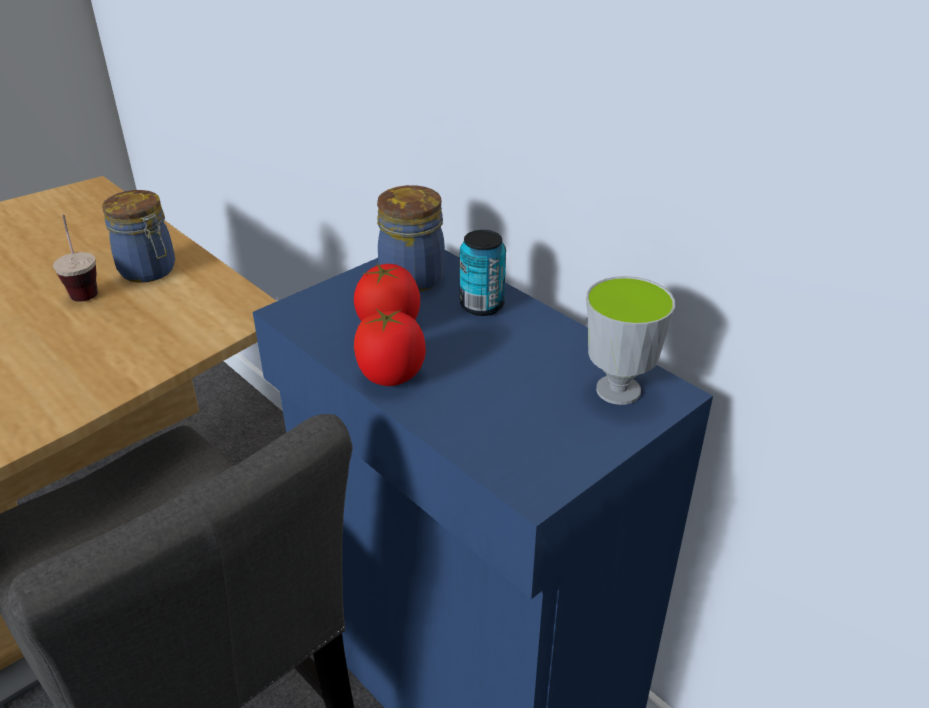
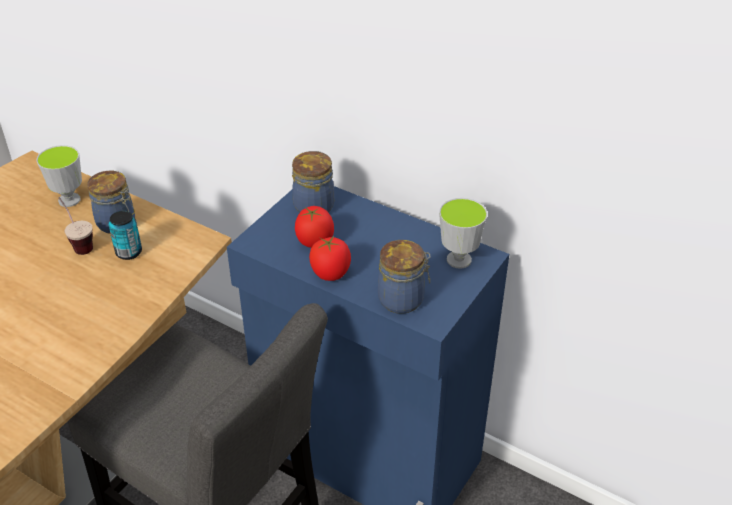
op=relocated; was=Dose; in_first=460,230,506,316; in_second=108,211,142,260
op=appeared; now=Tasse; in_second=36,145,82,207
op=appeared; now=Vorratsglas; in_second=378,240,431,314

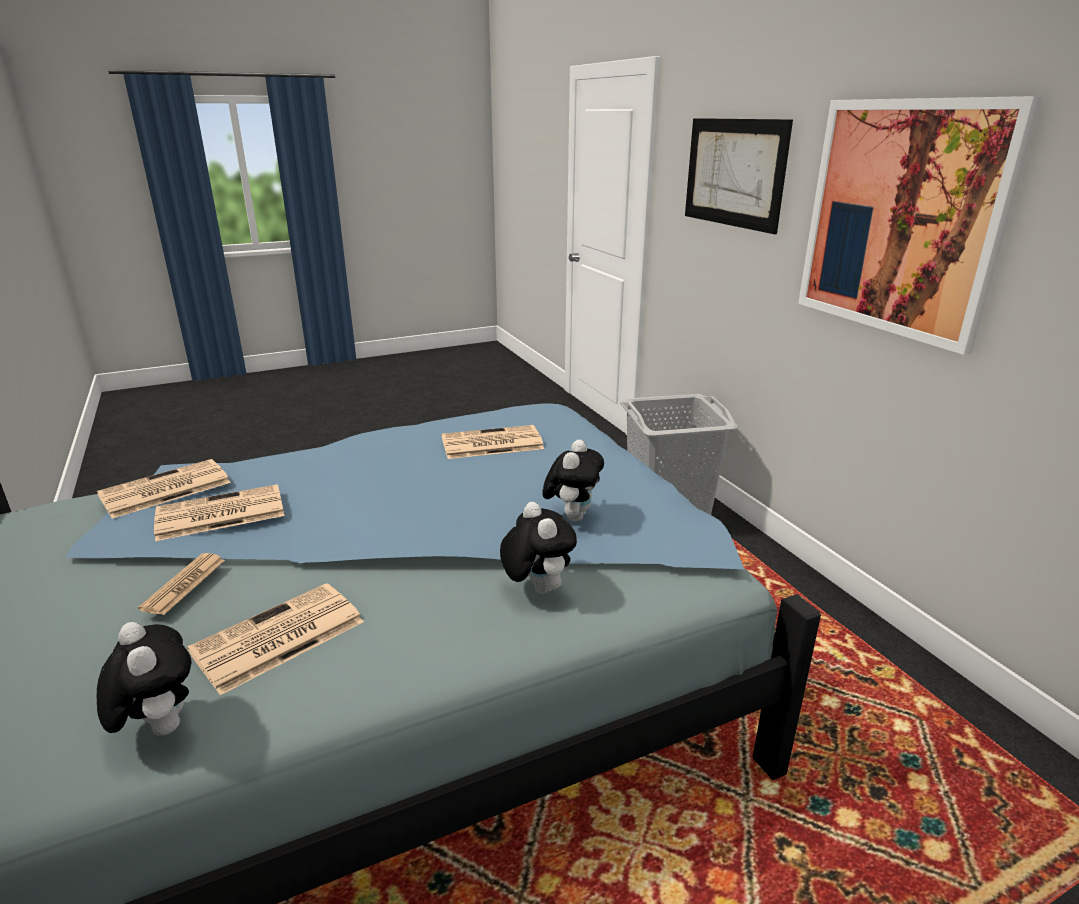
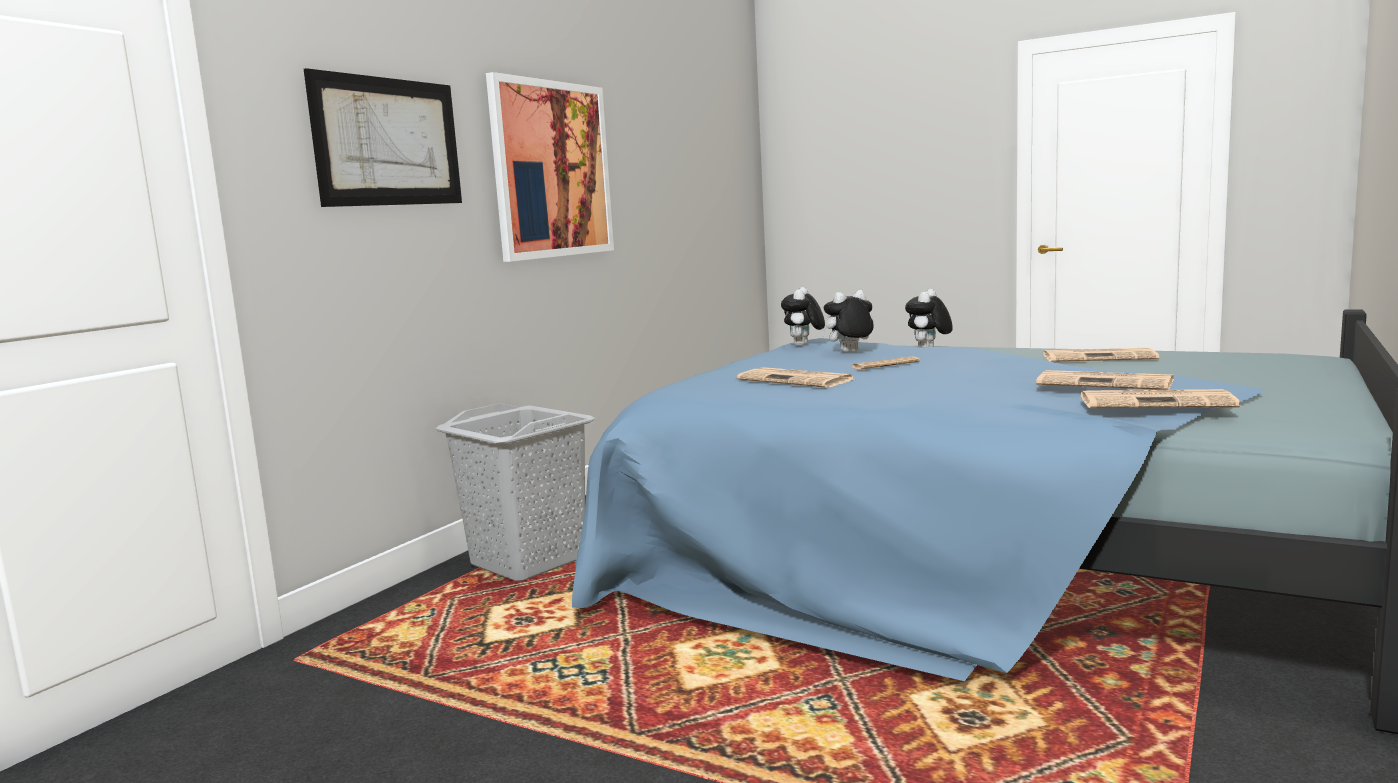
op=relocated; was=Plüschtier; in_first=97,622,191,736; in_second=781,287,825,346
op=relocated; was=Zeitung; in_first=138,553,225,615; in_second=852,356,920,370

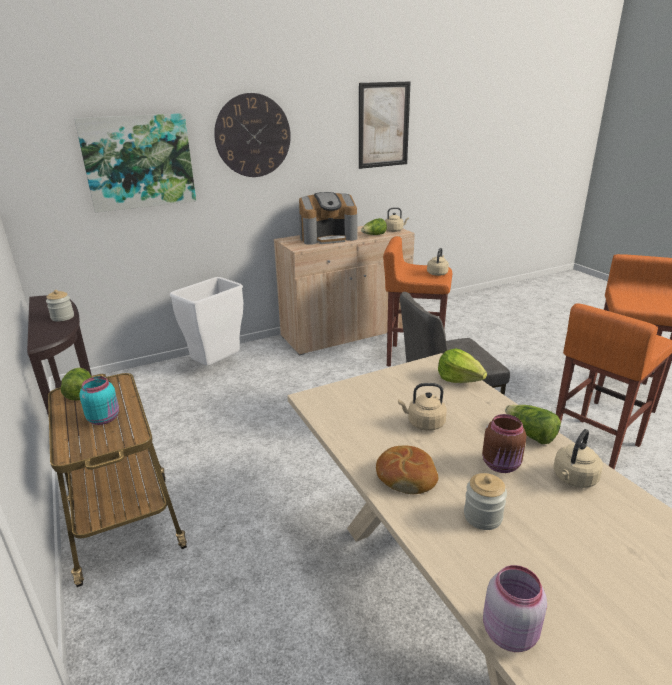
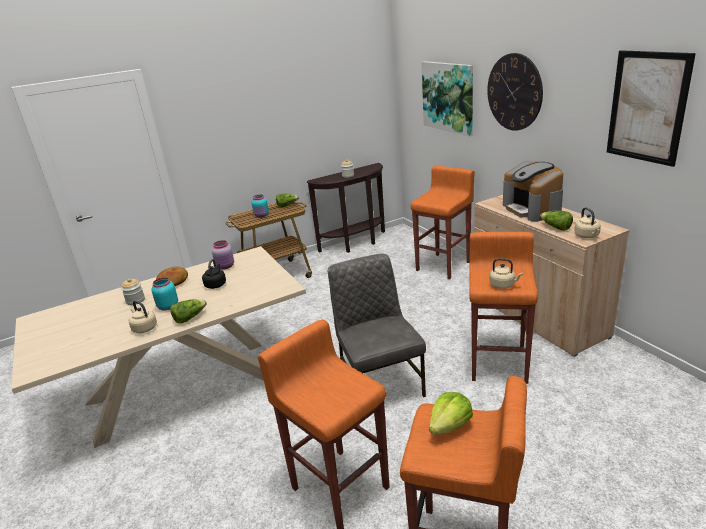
op=exchanged; was=Mülleimer/weiß; now=Hocker/orange; in_first=170,277,243,365; in_second=411,166,475,279
op=colour; was=Wasserkessel/beige; now=Wasserkessel/schwarz; in_first=398,383,447,431; in_second=202,259,226,289
op=relocated; was=Salatkopf; in_first=438,348,487,383; in_second=429,392,473,435
op=colour; was=Vorratsglas/braun; now=Vorratsglas/türkis; in_first=482,414,526,473; in_second=151,278,178,311
op=relocated; was=Vorratsglas/rosa; in_first=483,565,547,652; in_second=212,240,234,270

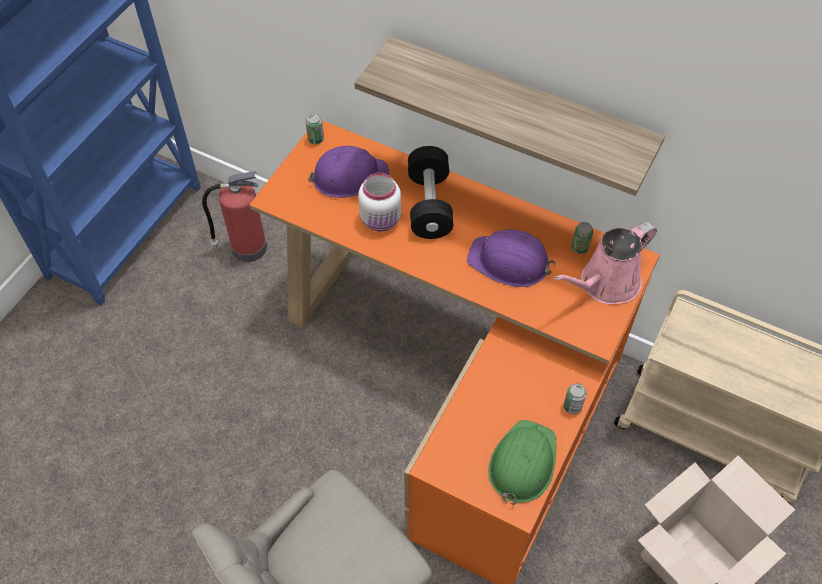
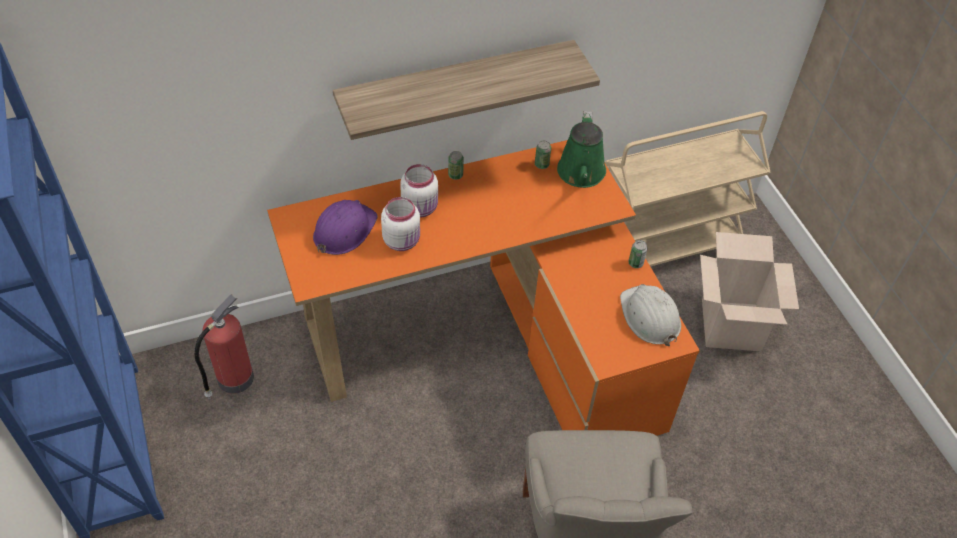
op=relocated; was=Dose; in_first=306,113,324,145; in_second=448,151,464,180
op=exchanged; was=Hantel/schwarz; now=Vorratsglas/weiß; in_first=408,146,453,239; in_second=400,164,438,218
op=missing; was=Schutzhelm/lila; in_first=467,229,556,287
op=colour; was=Schutzhelm/grün; now=Schutzhelm/weiß; in_first=488,420,556,505; in_second=620,284,681,346
op=colour; was=Gießkanne/rosa; now=Gießkanne/grün; in_first=554,222,657,304; in_second=557,111,606,188

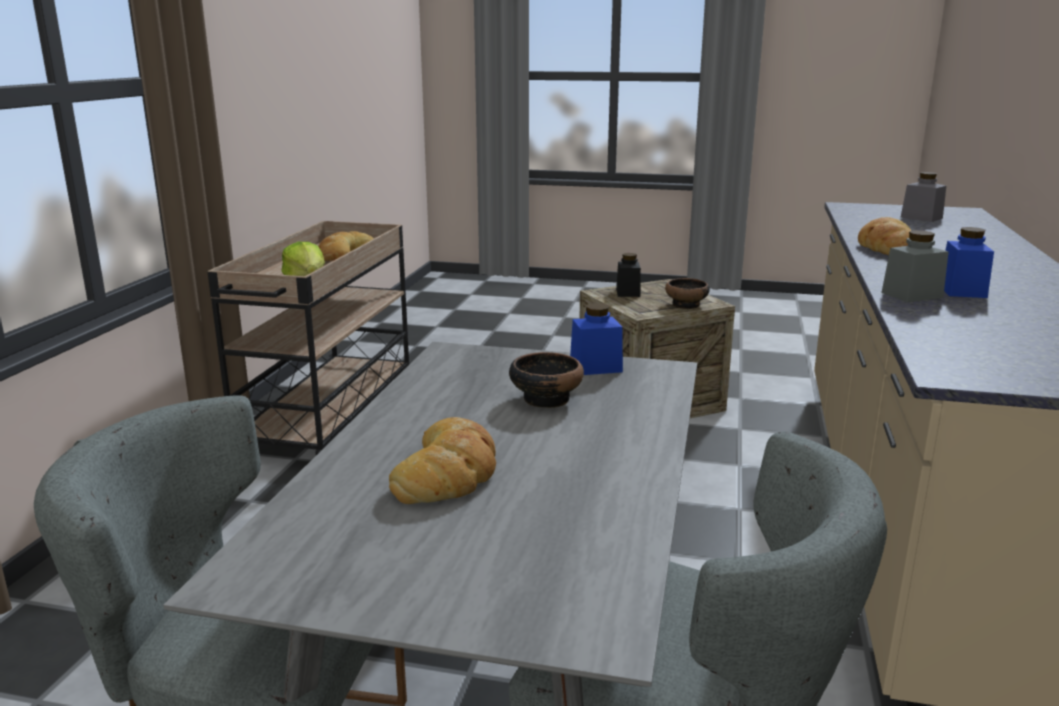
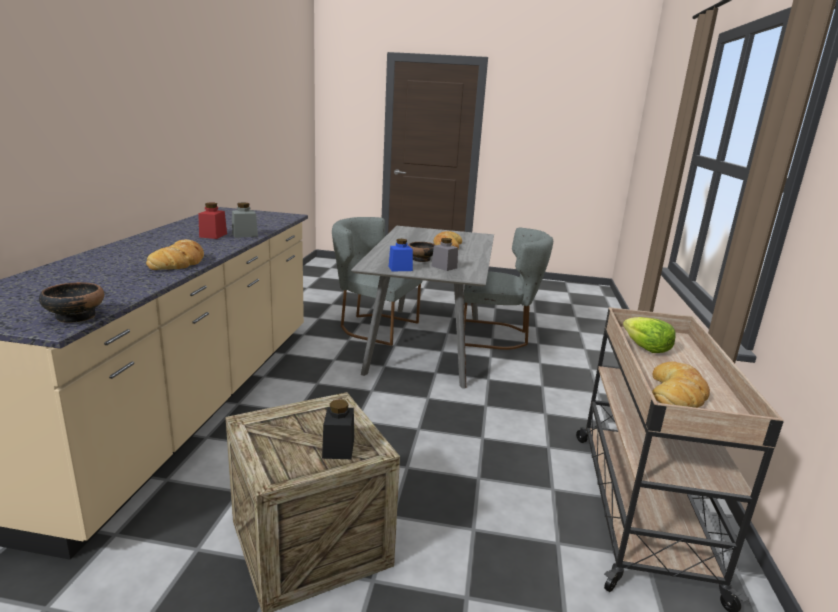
op=relocated; was=Schüssel; in_first=665,278,710,309; in_second=39,282,104,323
op=relocated; was=Vorratsglas/grau; in_first=901,172,946,222; in_second=432,238,458,271
op=colour; was=Vorratsglas/blau; now=Vorratsglas/rot; in_first=944,227,994,298; in_second=198,203,227,239

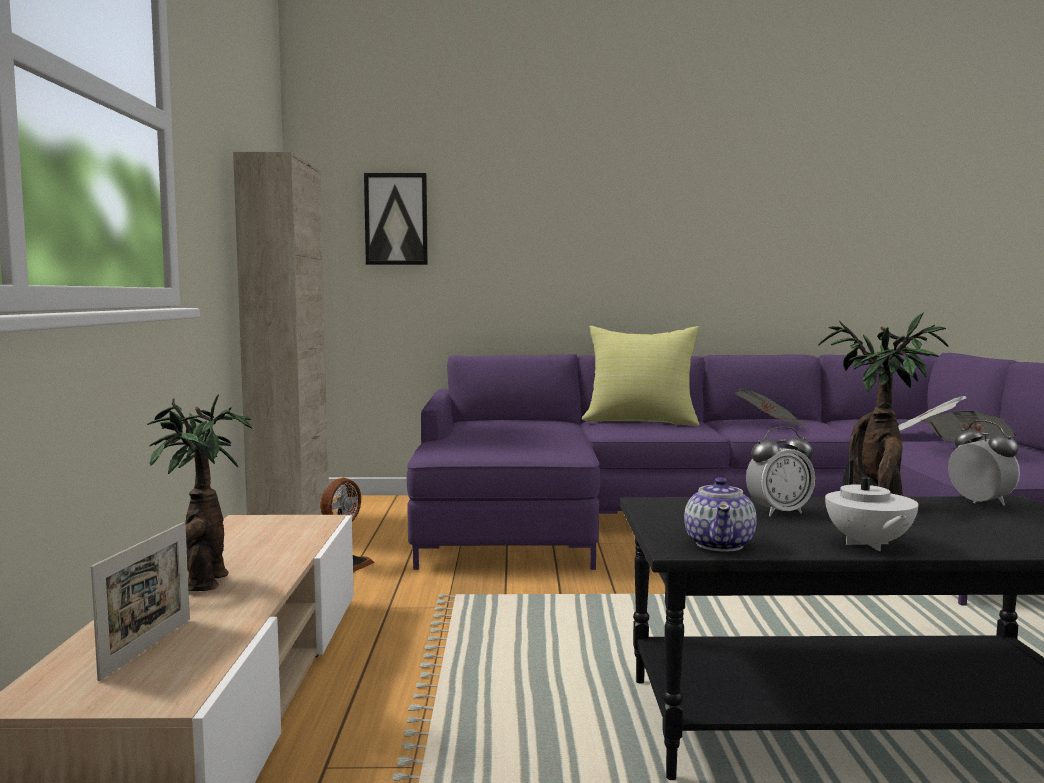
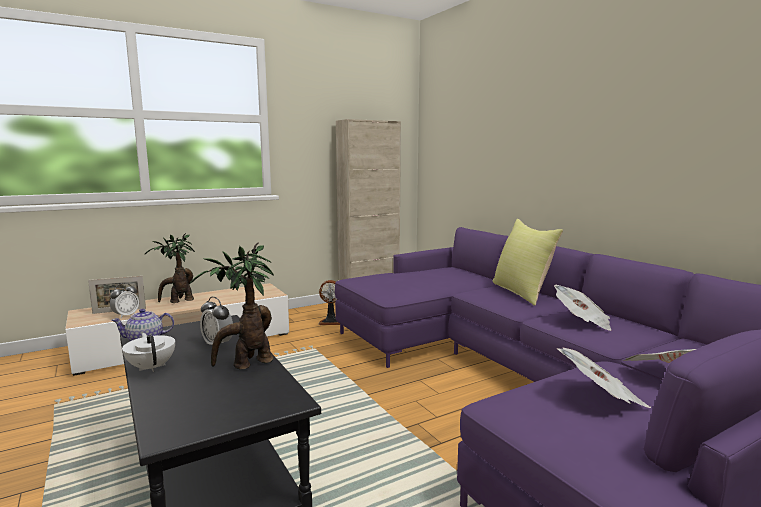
op=missing; was=Bild; in_first=364,173,428,265
op=spun; was=Teekanne/weiß; in_first=825,461,919,551; in_second=122,333,175,372; clockwise=90
op=relocated; was=Wecker; in_first=948,420,1020,506; in_second=110,283,139,318

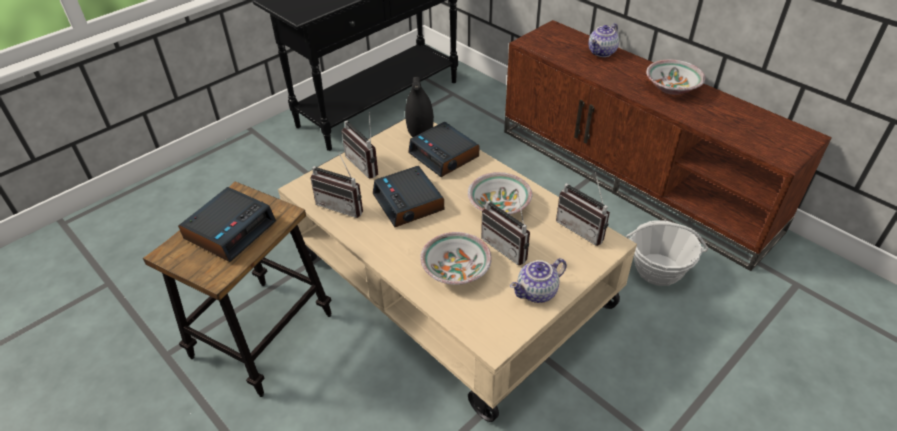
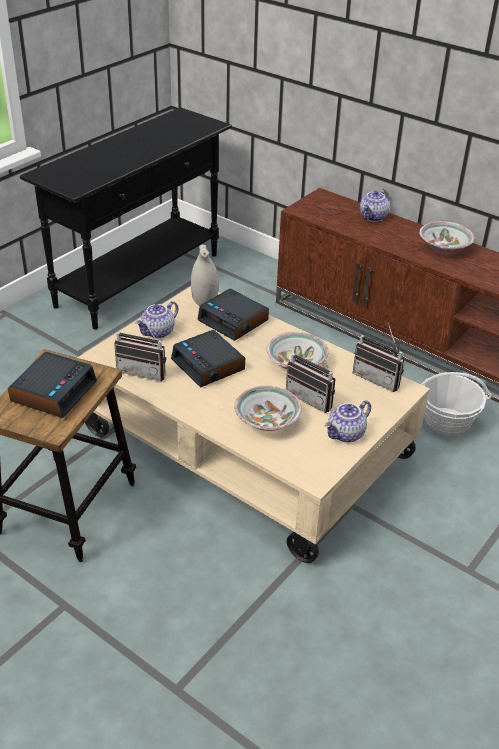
op=exchanged; was=Radio; now=Teekanne; in_first=342,112,378,179; in_second=135,301,178,339
op=colour; was=Vase/schwarz; now=Vase/weiß; in_first=405,77,434,137; in_second=191,245,219,306

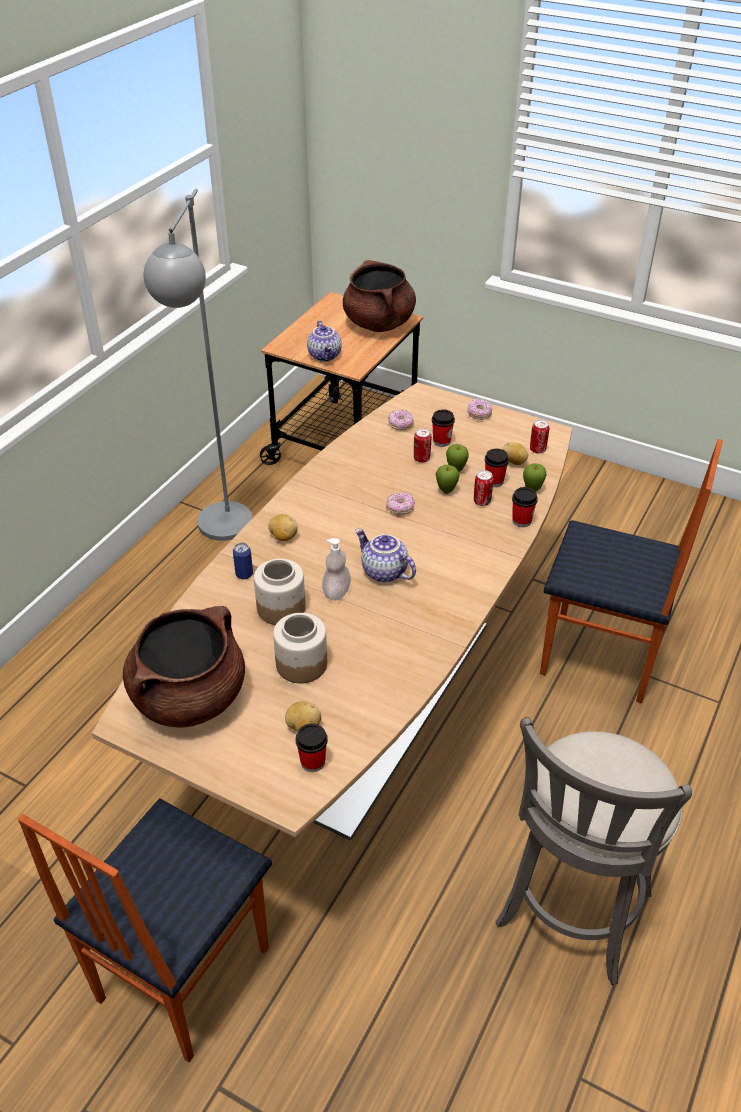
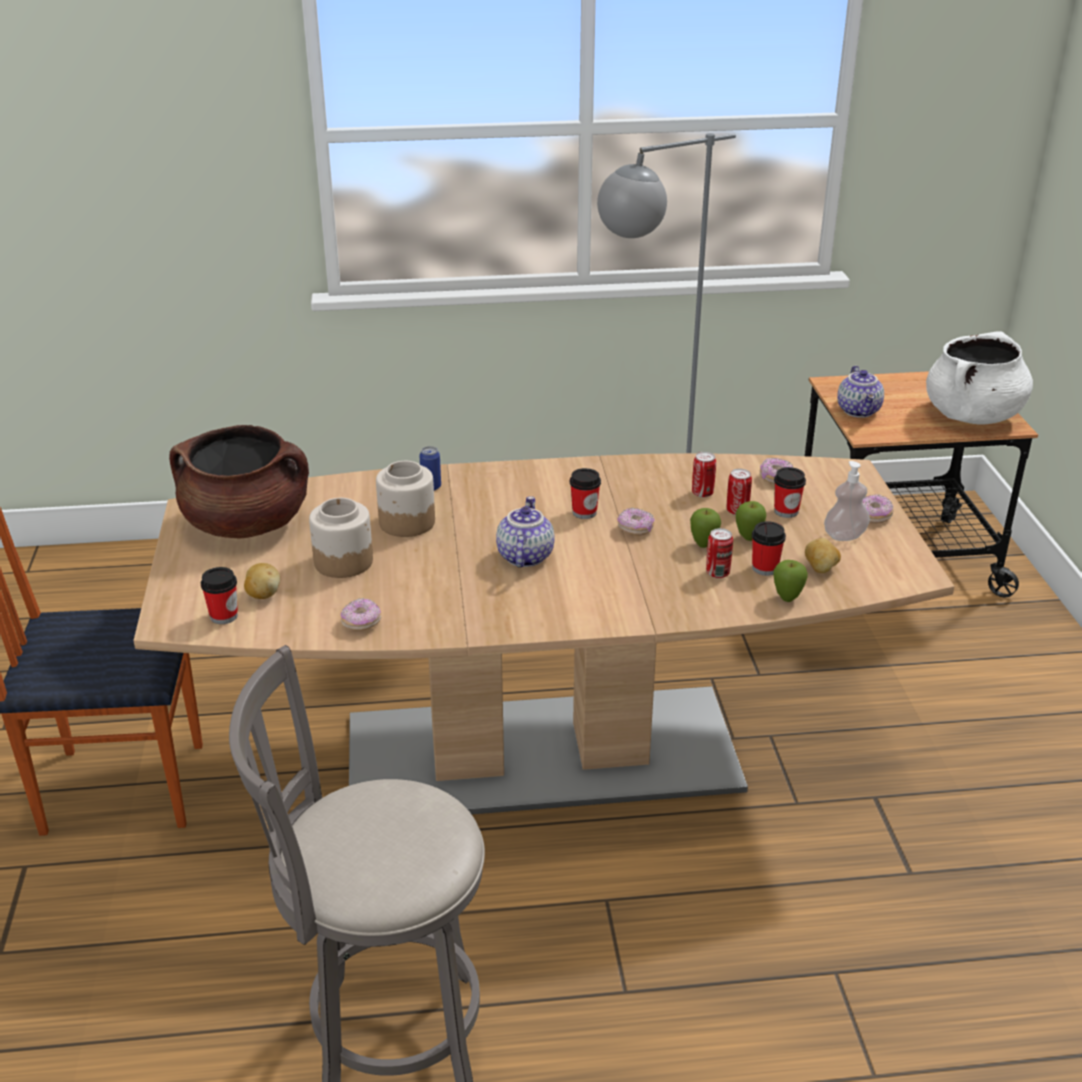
op=missing; was=Kartoffel; in_first=268,514,298,541
op=spun; was=Teekanne; in_first=307,321,342,362; in_second=837,366,884,418; clockwise=-45
op=relocated; was=Seifenspender; in_first=322,538,351,601; in_second=824,461,870,541
op=colour; was=Kochtopf/braun; now=Kochtopf/weiß; in_first=343,260,416,332; in_second=926,332,1033,425
op=relocated; was=Tasse; in_first=512,487,538,527; in_second=570,468,601,519
op=relocated; was=Dose; in_first=530,419,549,454; in_second=692,452,716,498
op=missing; was=Stuhl; in_first=540,439,723,703
op=appeared; now=Donut; in_second=341,598,381,631

